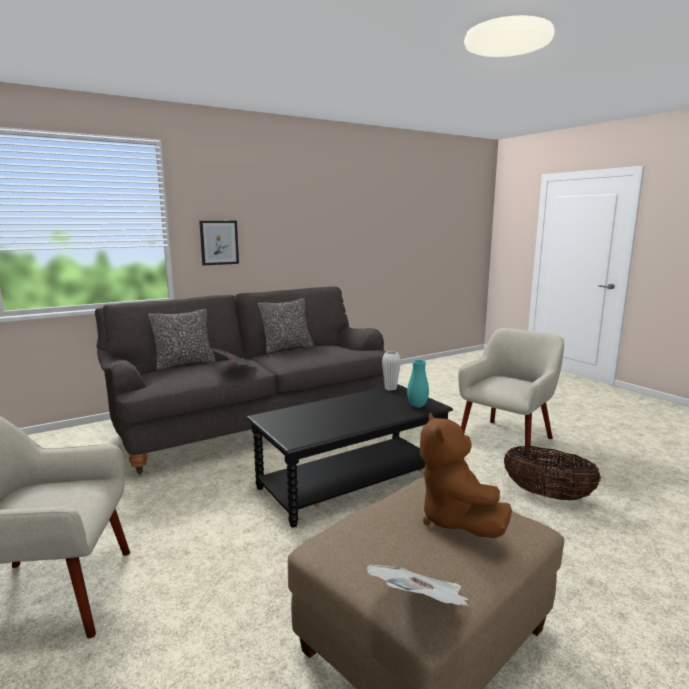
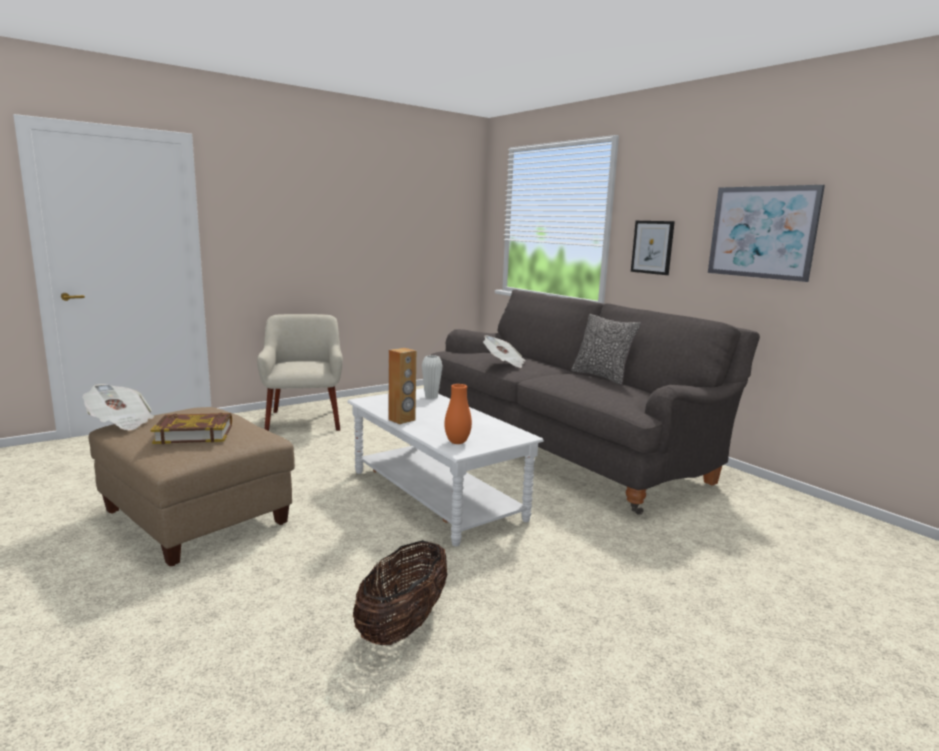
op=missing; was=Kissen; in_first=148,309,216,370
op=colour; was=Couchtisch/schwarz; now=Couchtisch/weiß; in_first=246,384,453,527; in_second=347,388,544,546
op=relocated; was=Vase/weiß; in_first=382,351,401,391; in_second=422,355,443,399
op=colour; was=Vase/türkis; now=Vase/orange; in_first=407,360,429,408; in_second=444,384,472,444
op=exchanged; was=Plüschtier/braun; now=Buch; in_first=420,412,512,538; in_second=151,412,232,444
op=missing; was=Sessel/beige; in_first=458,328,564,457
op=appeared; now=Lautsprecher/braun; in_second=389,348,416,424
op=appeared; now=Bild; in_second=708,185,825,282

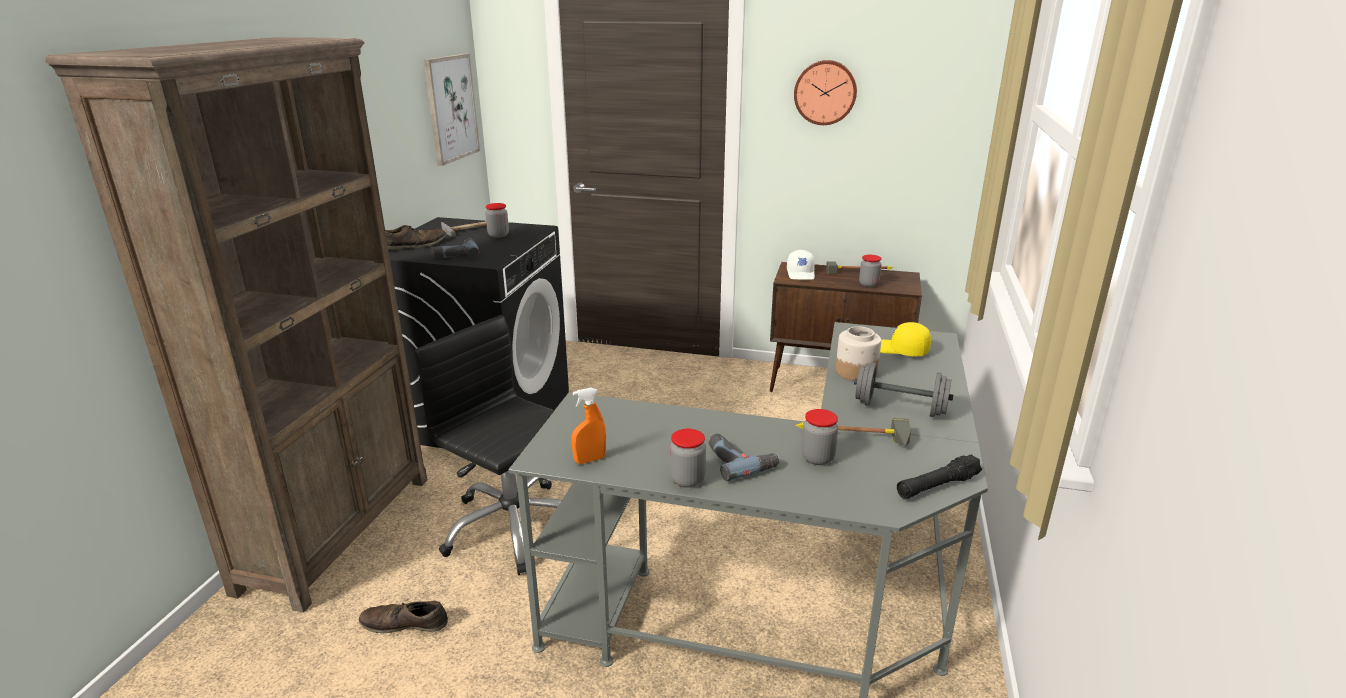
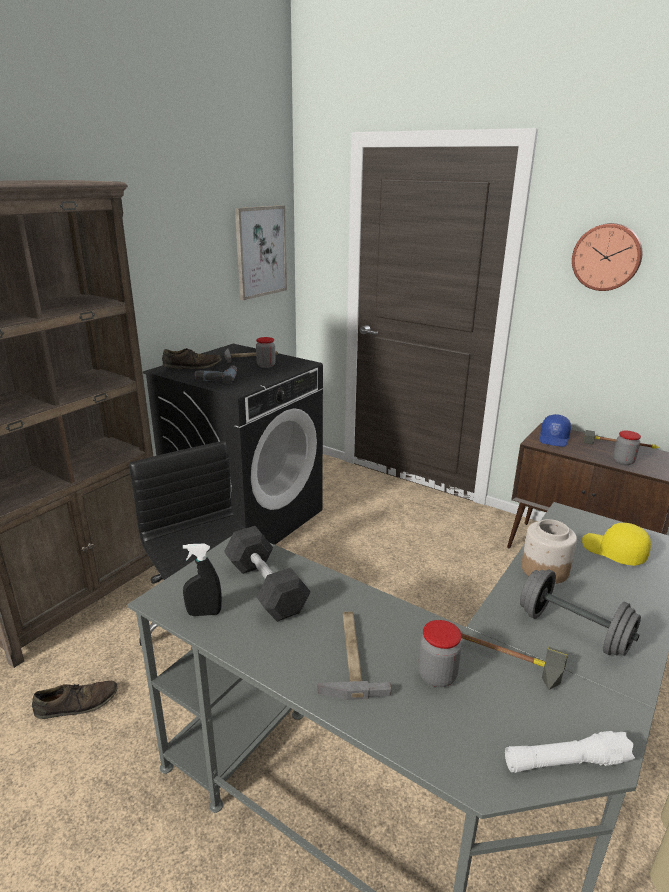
op=spun; was=Schuh/braun; in_first=359,601,448,633; in_second=32,681,118,719; clockwise=135
op=colour; was=Sprühflasche/orange; now=Sprühflasche/schwarz; in_first=571,387,606,464; in_second=183,544,222,616
op=missing; was=Vorratsglas; in_first=670,429,706,488
op=exchanged; was=Bohrmaschine; now=Hammer; in_first=709,433,780,481; in_second=317,612,392,700
op=colour; was=Kappe/weiß; now=Kappe/blau; in_first=787,250,815,280; in_second=540,414,571,447
op=colour; was=Taschenlampe/schwarz; now=Taschenlampe/weiß; in_first=897,454,982,499; in_second=505,731,635,773
op=appeared; now=Hantel/schwarz; in_second=224,526,311,622

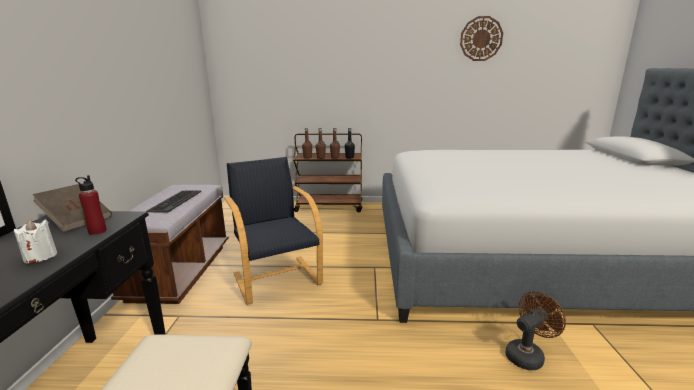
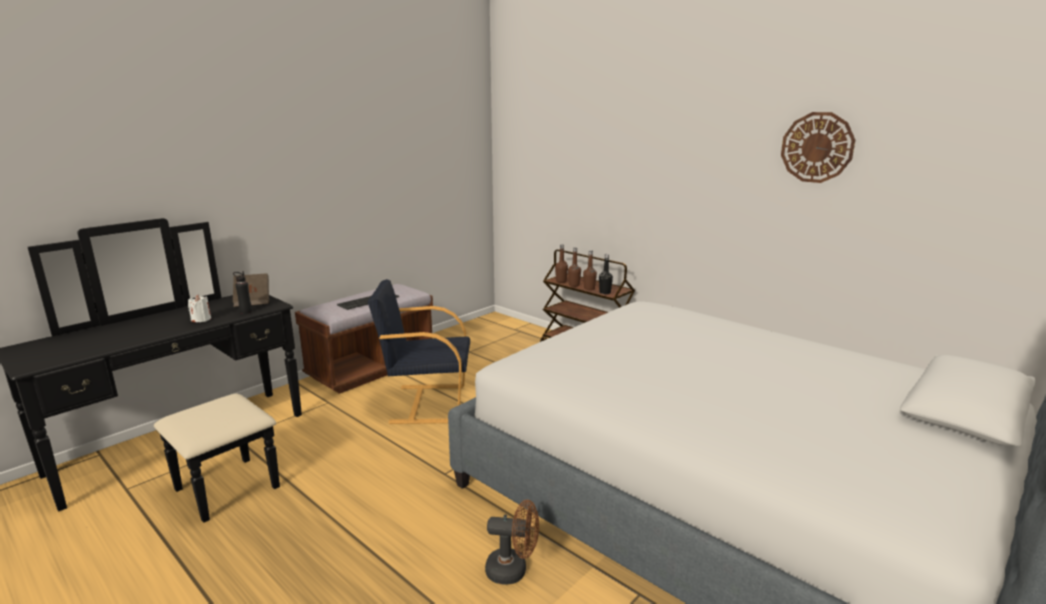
op=colour; was=Flasche/rot; now=Flasche/schwarz; in_first=75,175,107,235; in_second=233,271,252,314
op=spun; was=Sessel/schwarz; in_first=224,157,323,305; in_second=367,279,470,424; clockwise=-105

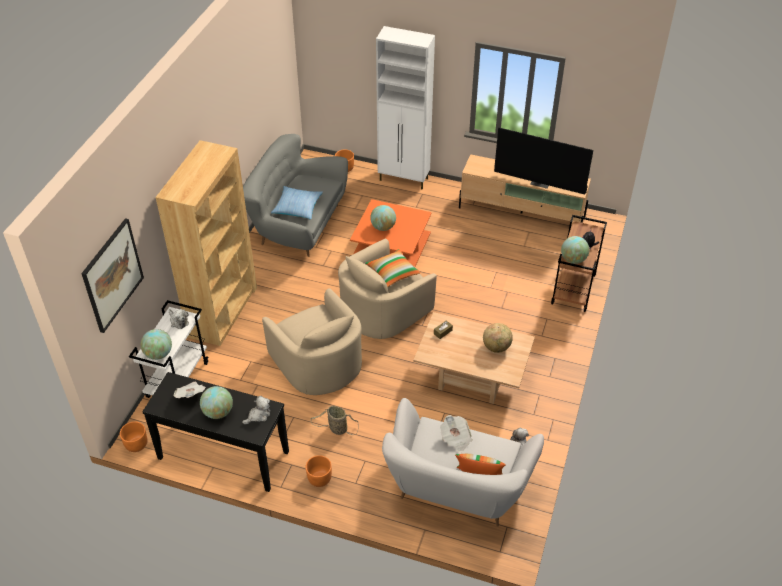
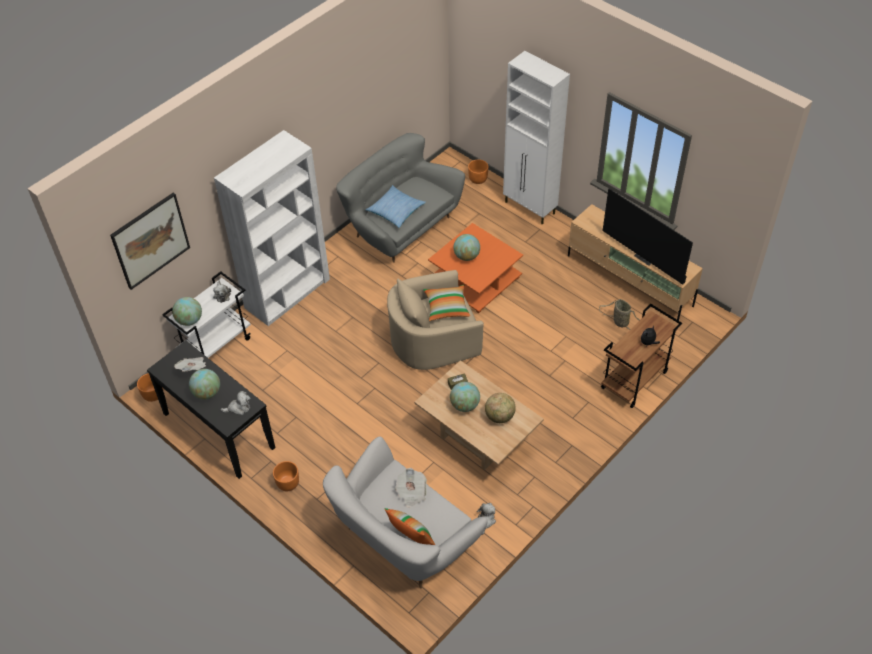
op=colour; was=Bücherregal/braun; now=Bücherregal/weiß; in_first=155,140,257,346; in_second=214,130,330,326
op=missing; was=Sessel/beige; in_first=262,288,362,395
op=relocated; was=Korb; in_first=311,406,358,435; in_second=599,299,640,330
op=relocated; was=Globus; in_first=561,236,589,264; in_second=450,382,480,412

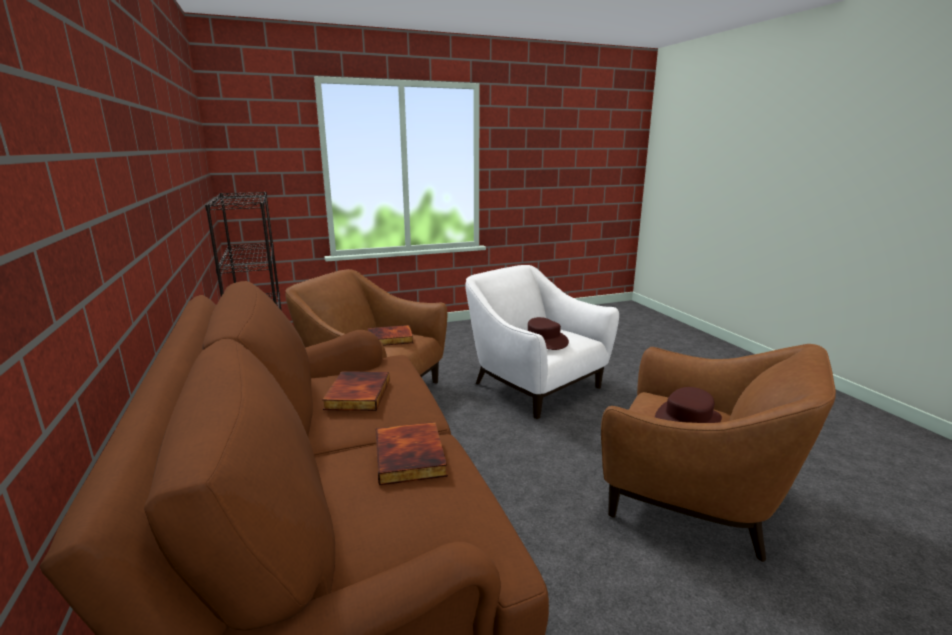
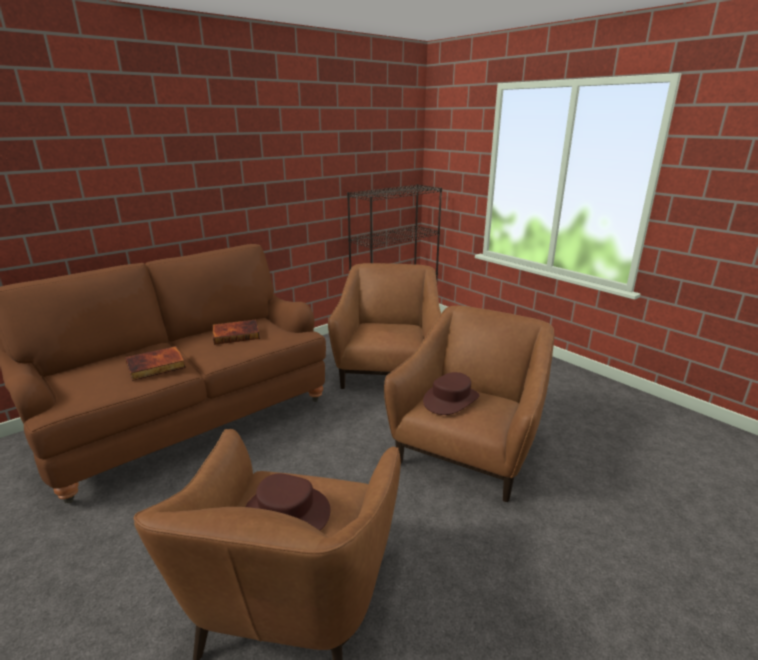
op=missing; was=Buch; in_first=368,325,413,346
op=colour; was=Sessel/weiß; now=Sessel/braun; in_first=465,265,619,419; in_second=384,306,555,502

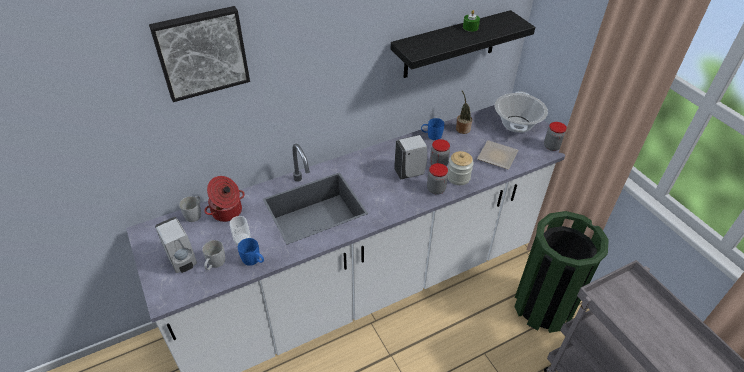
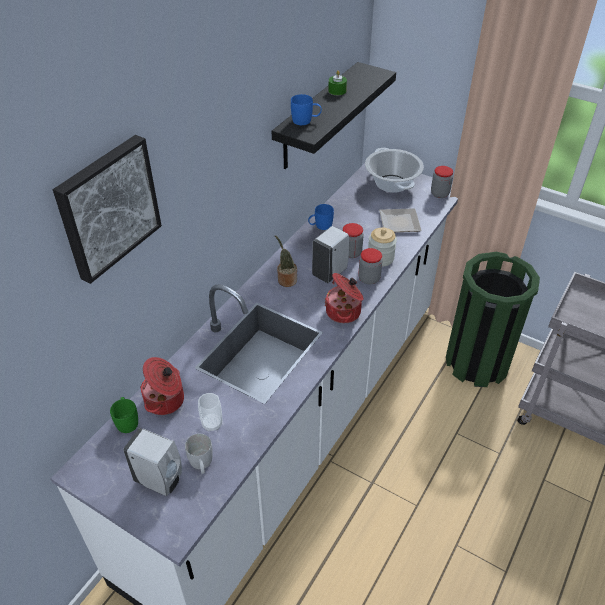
op=colour; was=Henkelbecher/weiß; now=Henkelbecher/grün; in_first=179,196,201,222; in_second=110,397,138,433
op=relocated; was=Henkelbecher/blau; in_first=238,238,264,266; in_second=291,94,322,125
op=relocated; was=Topfpflanze; in_first=456,91,472,134; in_second=275,235,297,287
op=appeared; now=Kochtopf; in_second=325,273,363,323

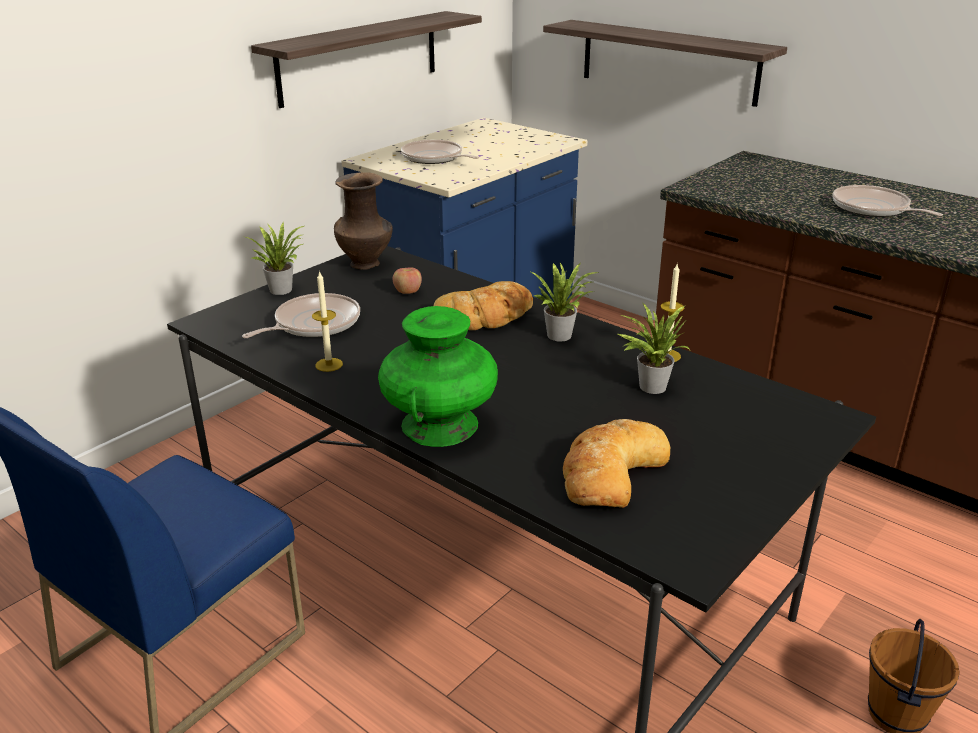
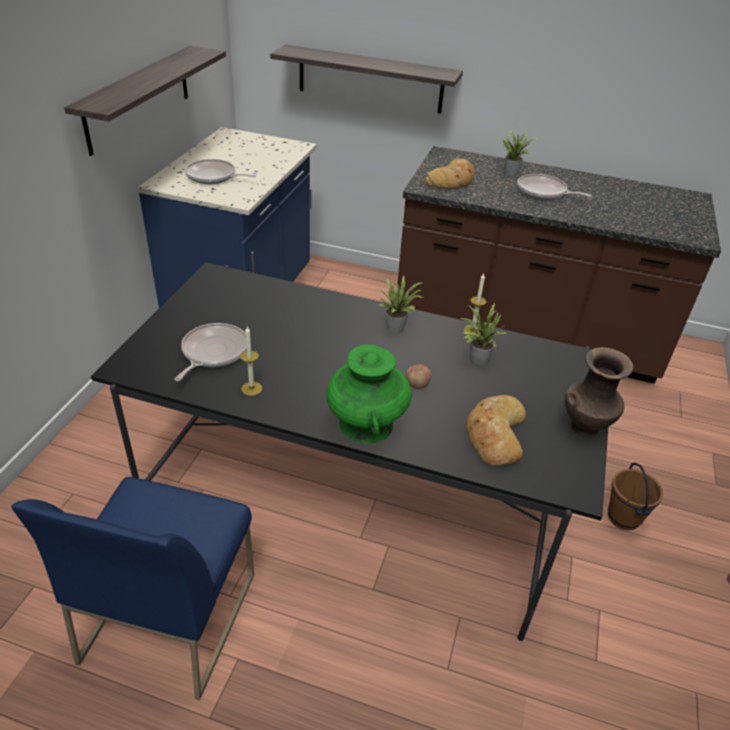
op=relocated; was=Topfpflanze; in_first=242,223,304,295; in_second=502,130,540,176
op=relocated; was=Vase/braun; in_first=334,172,393,270; in_second=565,347,633,437
op=relocated; was=Apfel; in_first=393,268,422,294; in_second=406,364,431,389
op=relocated; was=Brot; in_first=433,281,533,330; in_second=425,158,475,190

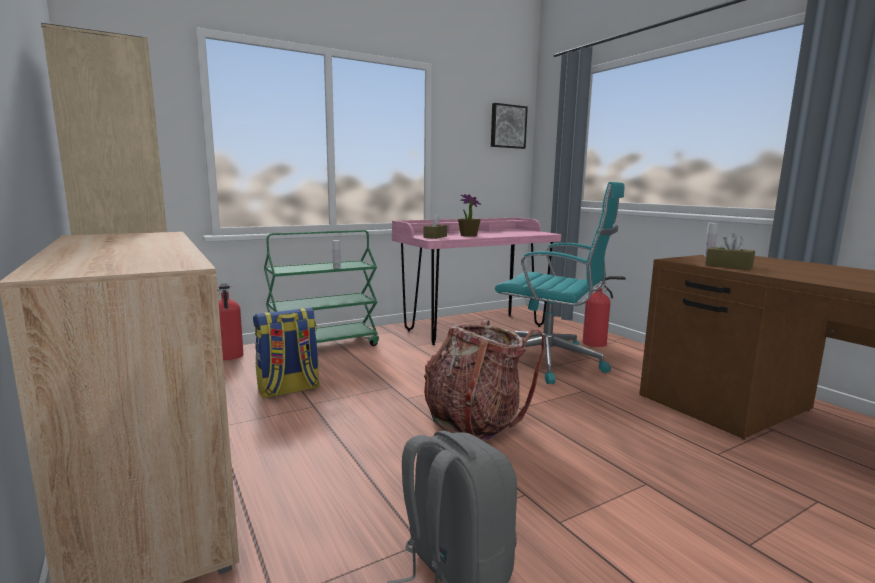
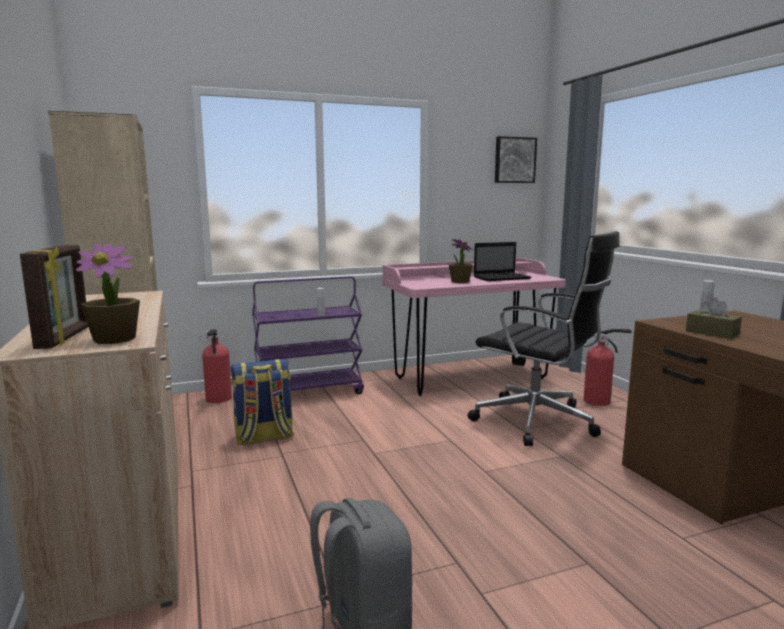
op=colour; was=Rollwagen/grün; now=Rollwagen/lila; in_first=264,230,379,346; in_second=252,276,364,394
op=missing; was=Taschentuchbox/braun; in_first=424,215,447,239
op=missing; was=Rucksack; in_first=424,319,545,440
op=colour; was=Bürostuhl/türkis; now=Bürostuhl/schwarz; in_first=495,182,625,384; in_second=467,231,619,446
op=appeared; now=Bilderrahmen; in_second=20,245,88,349
op=appeared; now=Topfpflanze; in_second=76,244,140,344
op=appeared; now=Laptop; in_second=474,242,531,281

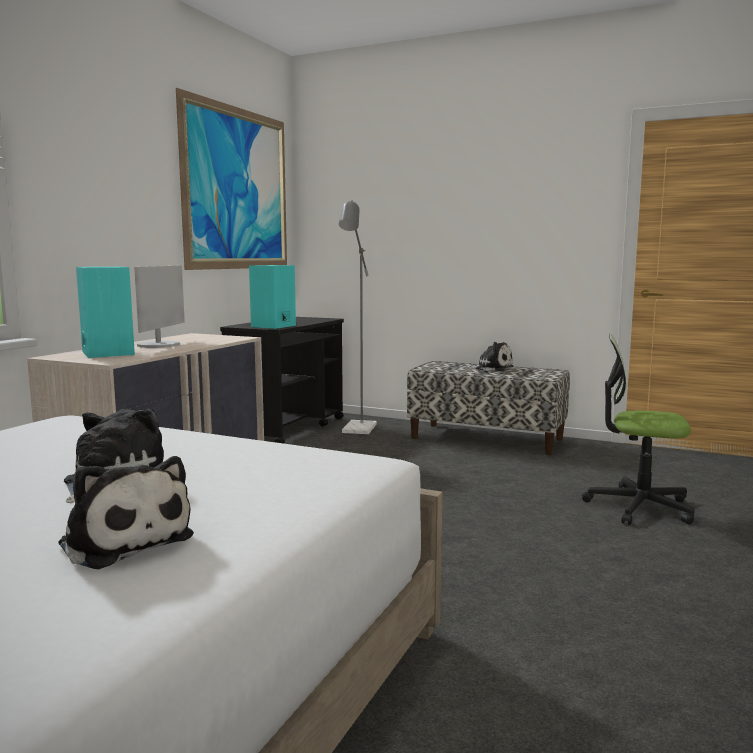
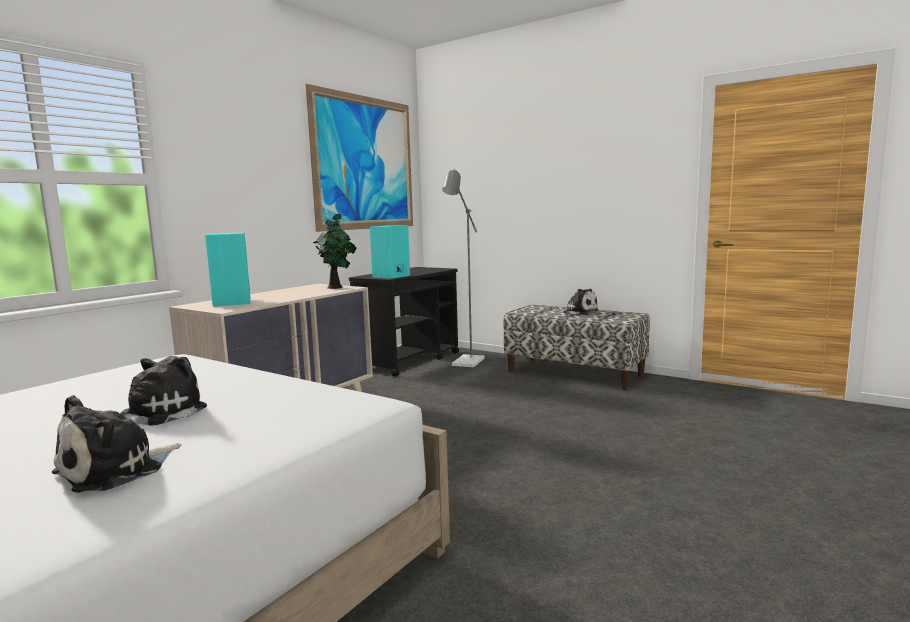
op=spun; was=Plüschtier; in_first=58,456,194,569; in_second=52,395,182,493; clockwise=75
op=missing; was=Monitor; in_first=134,266,185,348
op=missing; was=Bürostuhl; in_first=582,334,695,525
op=appeared; now=Topfpflanze; in_second=313,213,357,289

